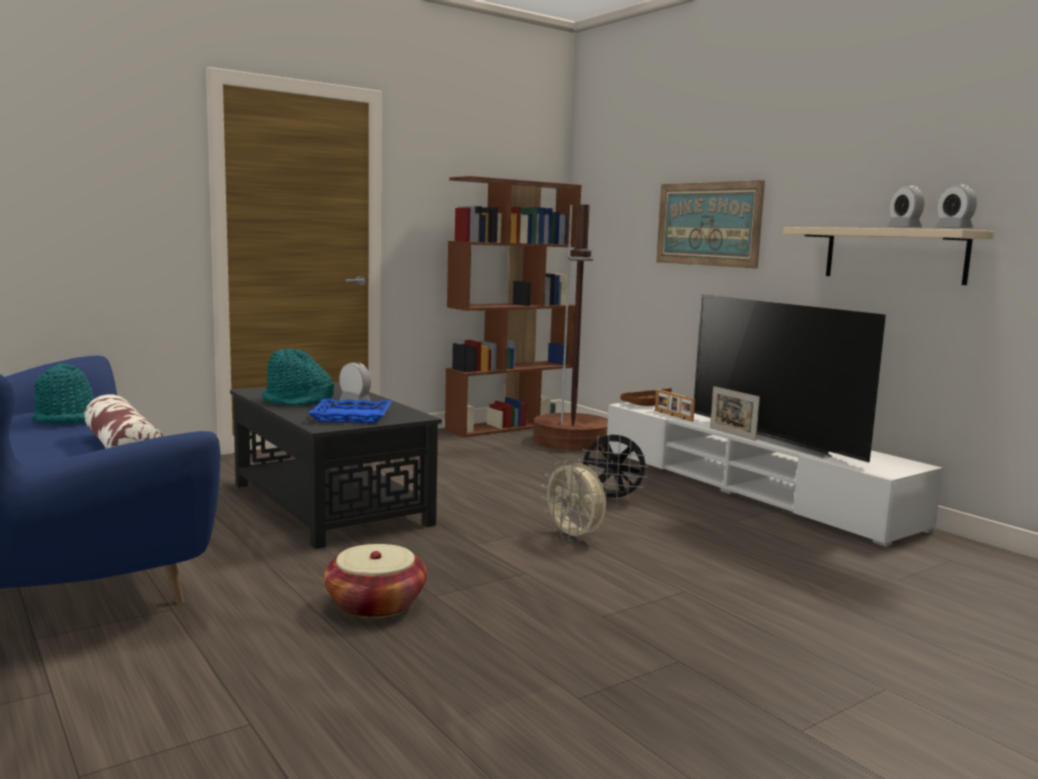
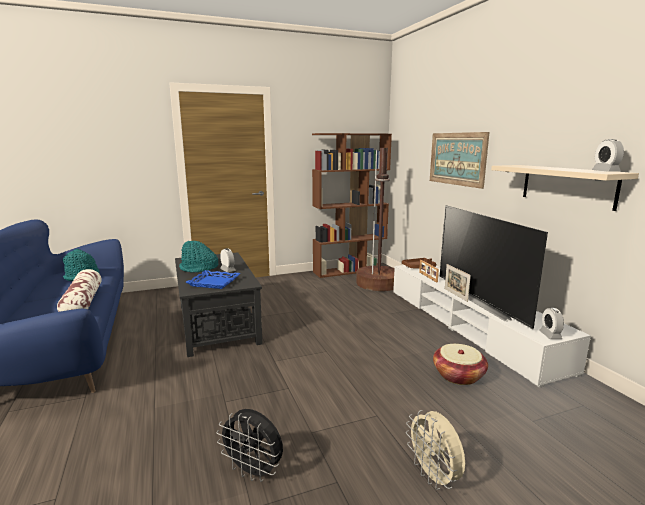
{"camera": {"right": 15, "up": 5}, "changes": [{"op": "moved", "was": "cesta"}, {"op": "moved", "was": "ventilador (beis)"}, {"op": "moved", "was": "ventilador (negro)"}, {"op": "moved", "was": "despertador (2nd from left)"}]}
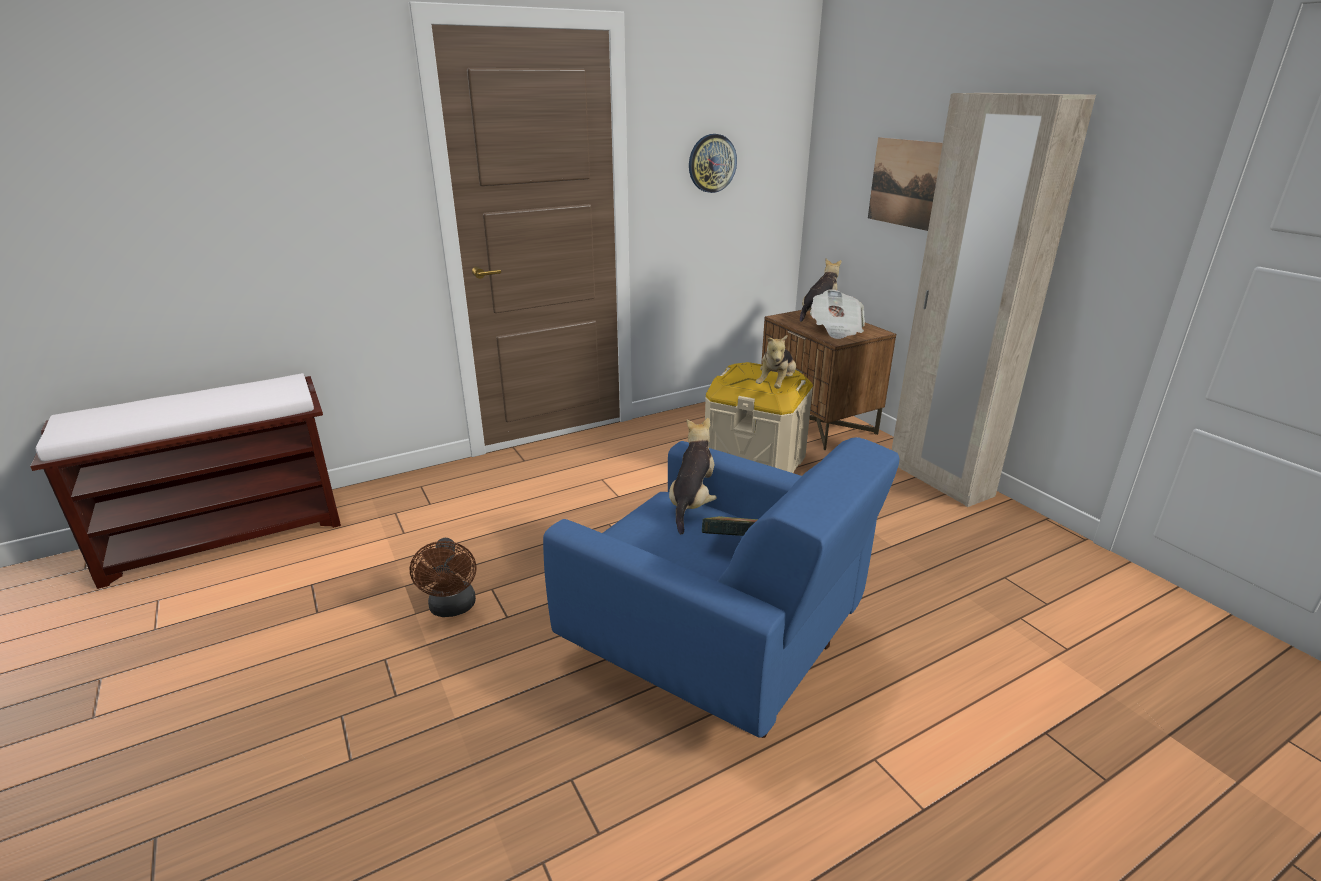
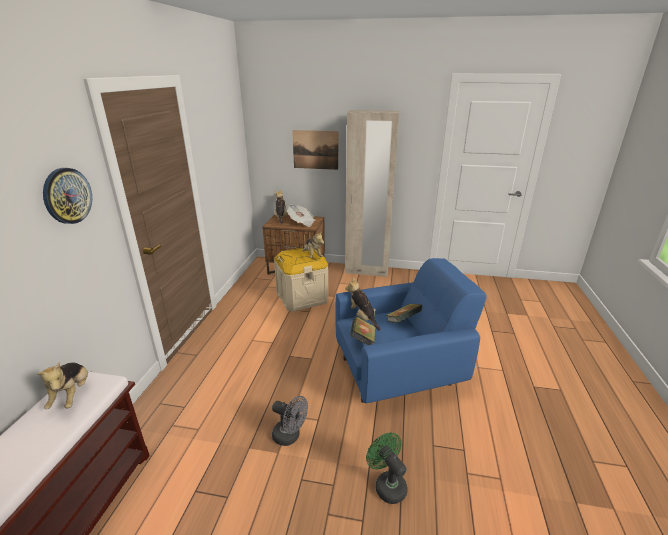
{"camera": {"right": -50, "up": 0}, "changes": [{"op": "added", "now": "peluche (1st from left)"}, {"op": "added", "now": "libro (1st from left)"}, {"op": "added", "now": "ventilador (verde)"}, {"op": "moved", "was": "reloj de pared"}, {"op": "recoloured", "was": "ventilador (marrón)", "now": "ventilador (gris)"}]}
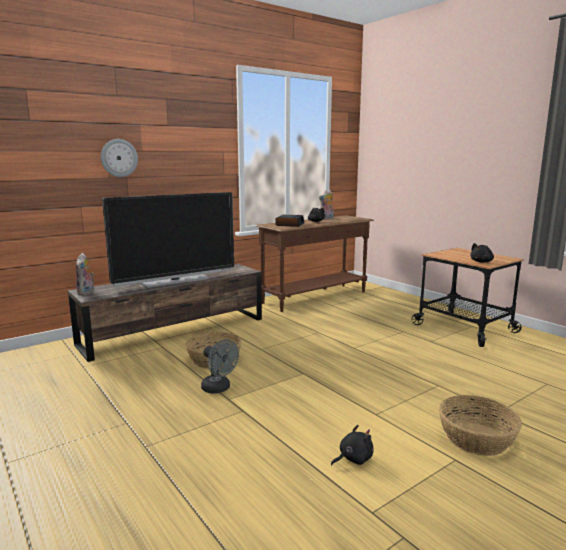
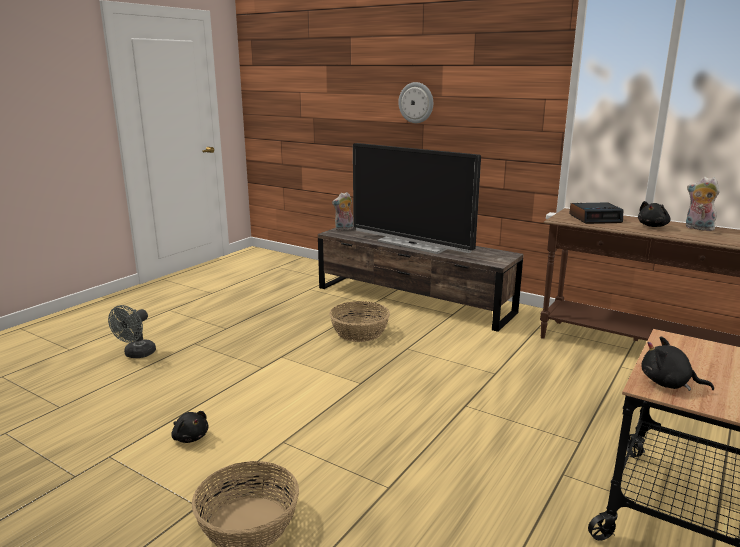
{"camera": {"right": 70, "up": 5}, "changes": [{"op": "moved", "was": "ventilador (gris)"}]}
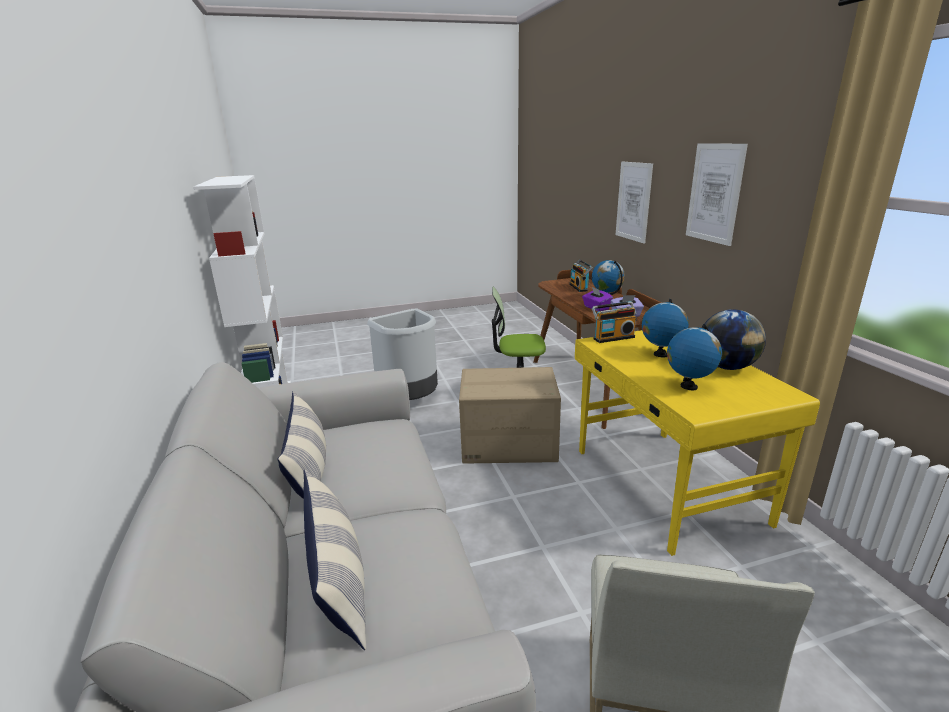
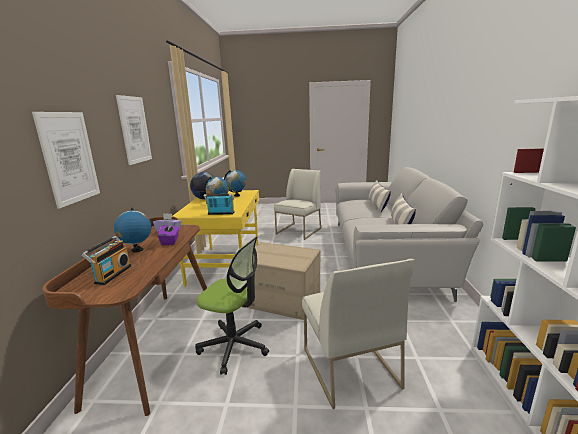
{"camera": {"right": -160, "up": -5}, "changes": [{"op": "replaced", "was": "papelera (gris)", "now": "silla (blanco) (2nd from left)"}]}
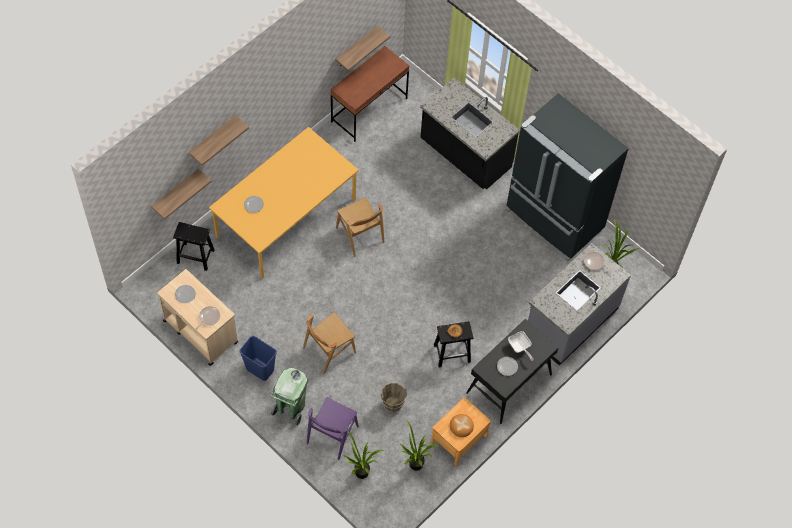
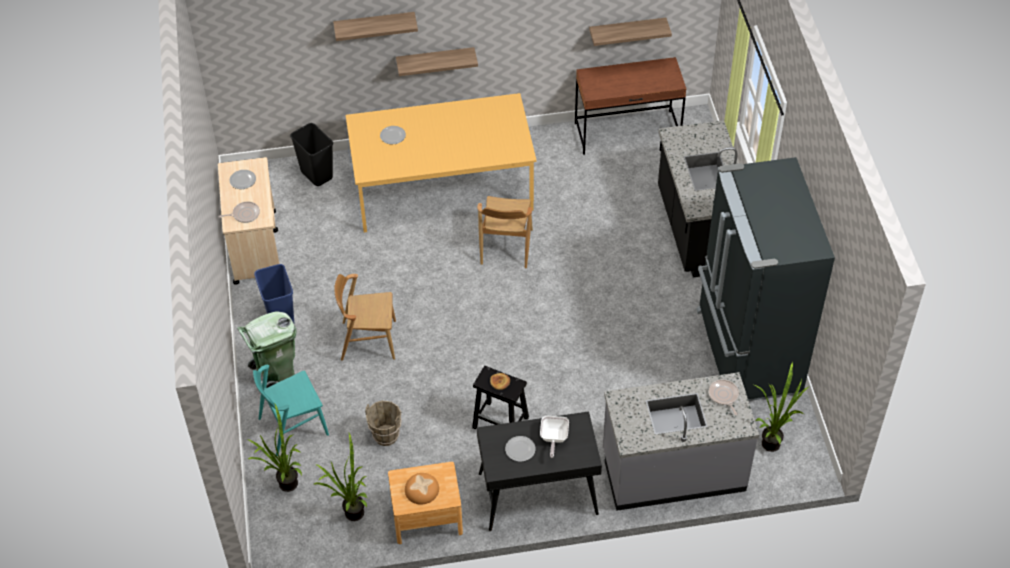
{"camera": {"right": 40, "up": -10}, "changes": [{"op": "moved", "was": "estante (1st from left in the first image)", "now": "estante (2nd from left)"}, {"op": "replaced", "was": "taburete (negro) (1st from left)", "now": "papelera (negro)"}, {"op": "recoloured", "was": "silla (morado)", "now": "silla (turquesa)"}]}
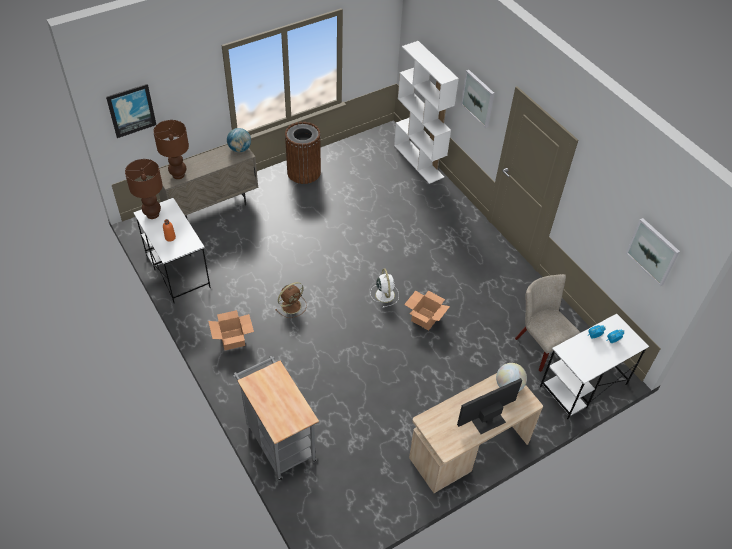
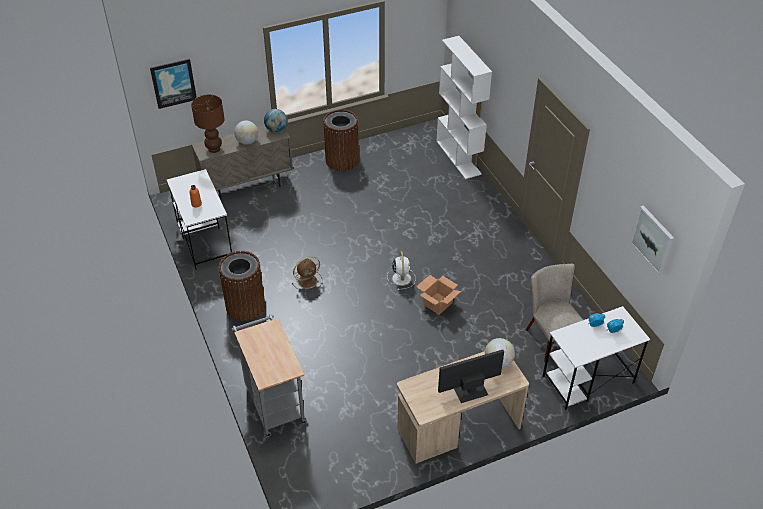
{"camera": {"right": 10, "up": -5}, "changes": [{"op": "removed", "was": "lámpara de mesa (marrón) (1st from left)"}, {"op": "removed", "was": "cuadro (2nd from left)"}, {"op": "added", "now": "globo terráqueo (1st from left)"}, {"op": "replaced", "was": "caja de cartón (1st from left)", "now": "papelera (marrón) (1st from left)"}]}
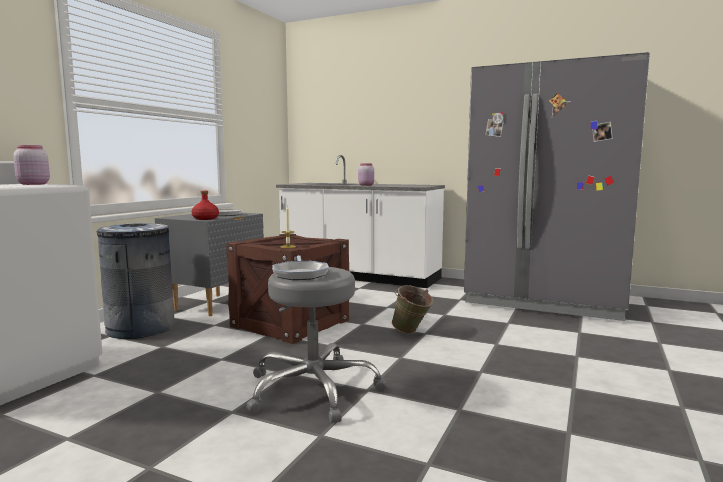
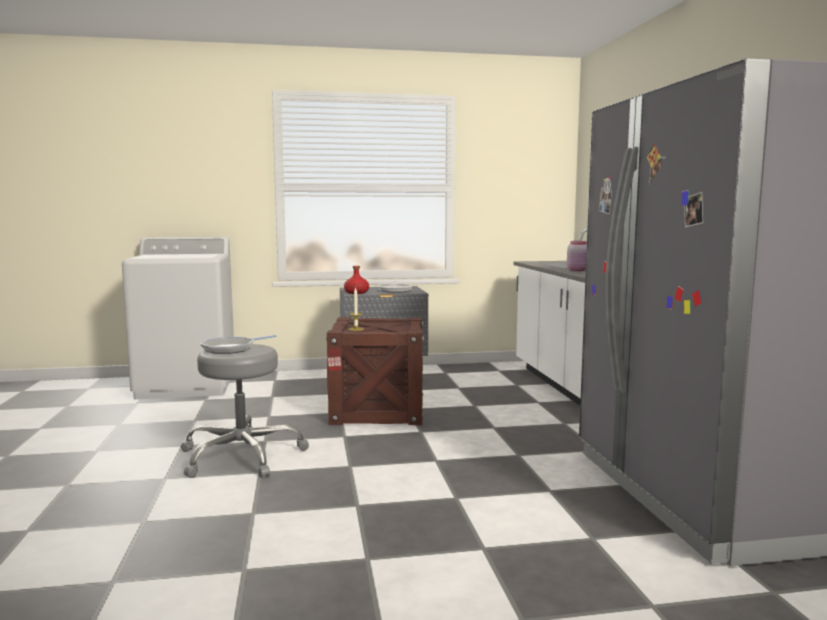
{"camera": {"right": 55, "up": 0}, "changes": [{"op": "removed", "was": "tarro (rosa) (1st from left)"}, {"op": "removed", "was": "papelera (gris)"}, {"op": "removed", "was": "cubo (verde)"}]}
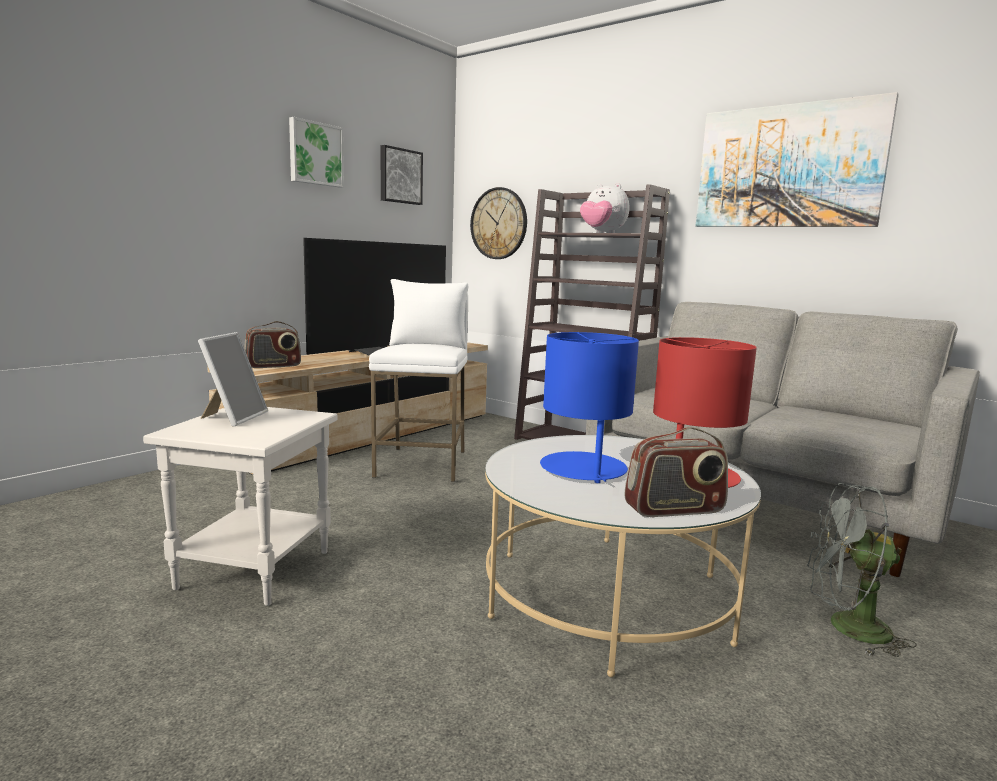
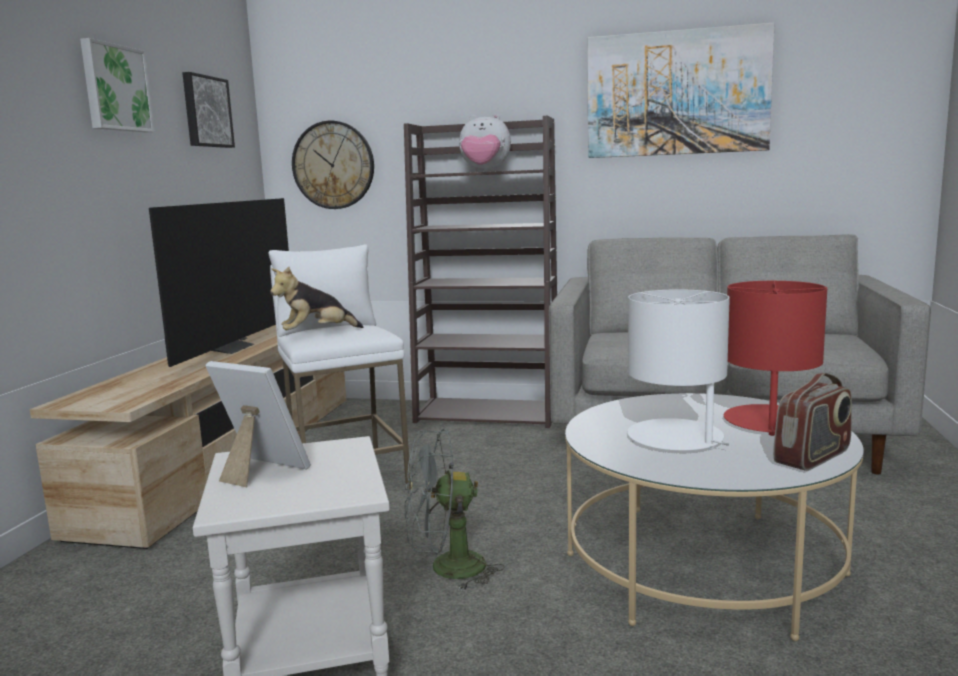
{"camera": {"right": -25, "up": 0}, "changes": [{"op": "removed", "was": "radio (1st from left)"}, {"op": "added", "now": "peluche (1st from left)"}, {"op": "moved", "was": "ventilador (gris)"}, {"op": "recoloured", "was": "lámpara de mesa (azul)", "now": "lámpara de mesa (blanco)"}, {"op": "turned", "was": "portarretratos", "clockwise": -45}]}
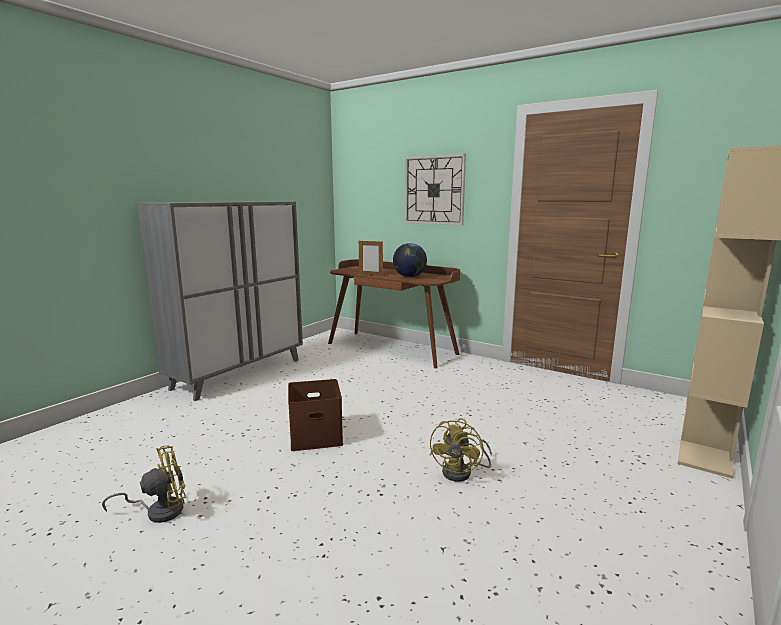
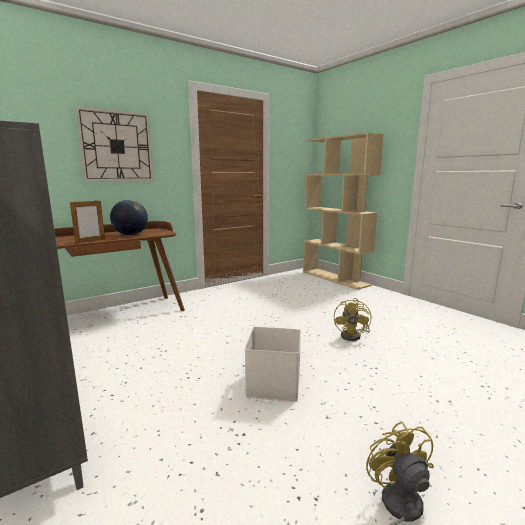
{"camera": {"right": -70, "up": 0}, "changes": [{"op": "recoloured", "was": "caja de almacenaje (marrón)", "now": "caja de almacenaje (blanco)"}, {"op": "turned", "was": "ventilador (amarillo) (2nd from left in the first image)", "clockwise": 60}]}
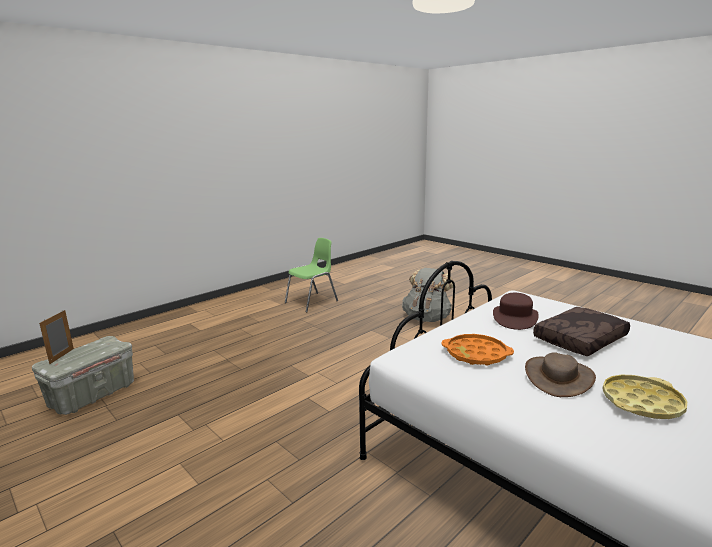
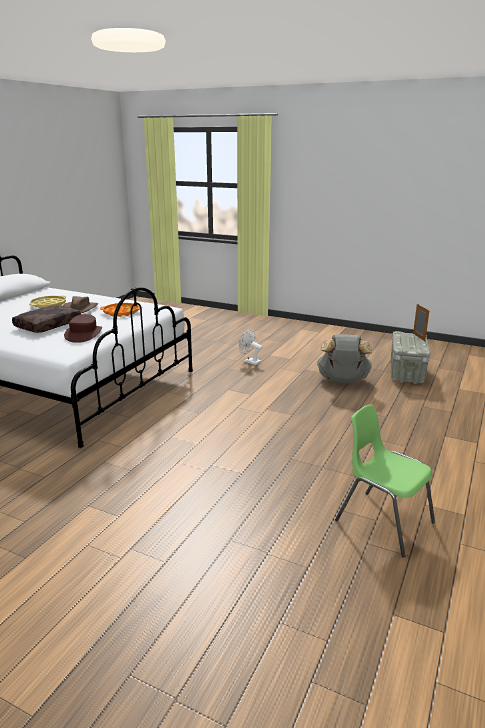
{"camera": {"right": 160, "up": 5}, "changes": [{"op": "added", "now": "ventilador (blanco)"}, {"op": "moved", "was": "mochila (gris)"}, {"op": "turned", "was": "silla (verde)", "clockwise": 105}]}
